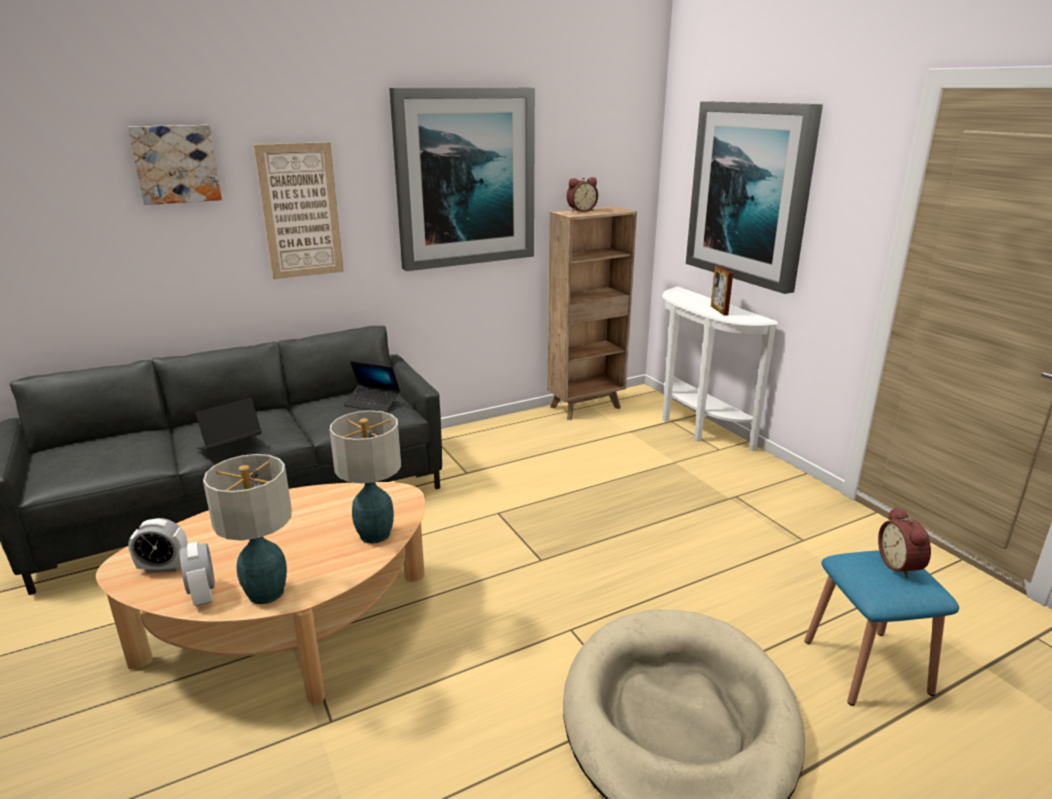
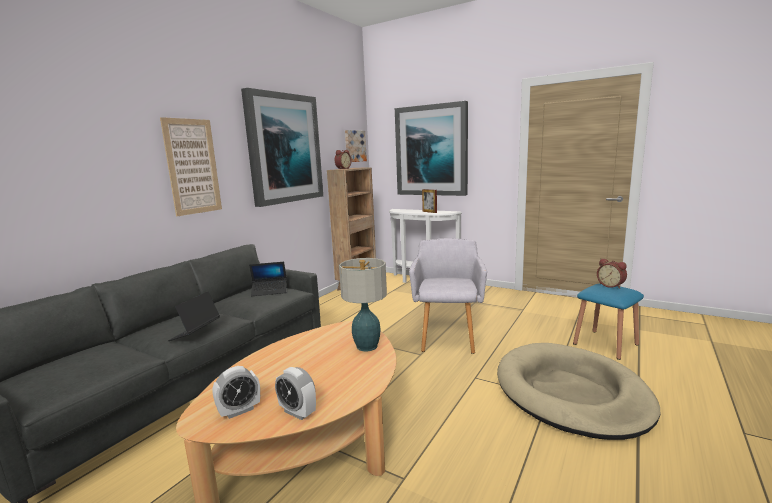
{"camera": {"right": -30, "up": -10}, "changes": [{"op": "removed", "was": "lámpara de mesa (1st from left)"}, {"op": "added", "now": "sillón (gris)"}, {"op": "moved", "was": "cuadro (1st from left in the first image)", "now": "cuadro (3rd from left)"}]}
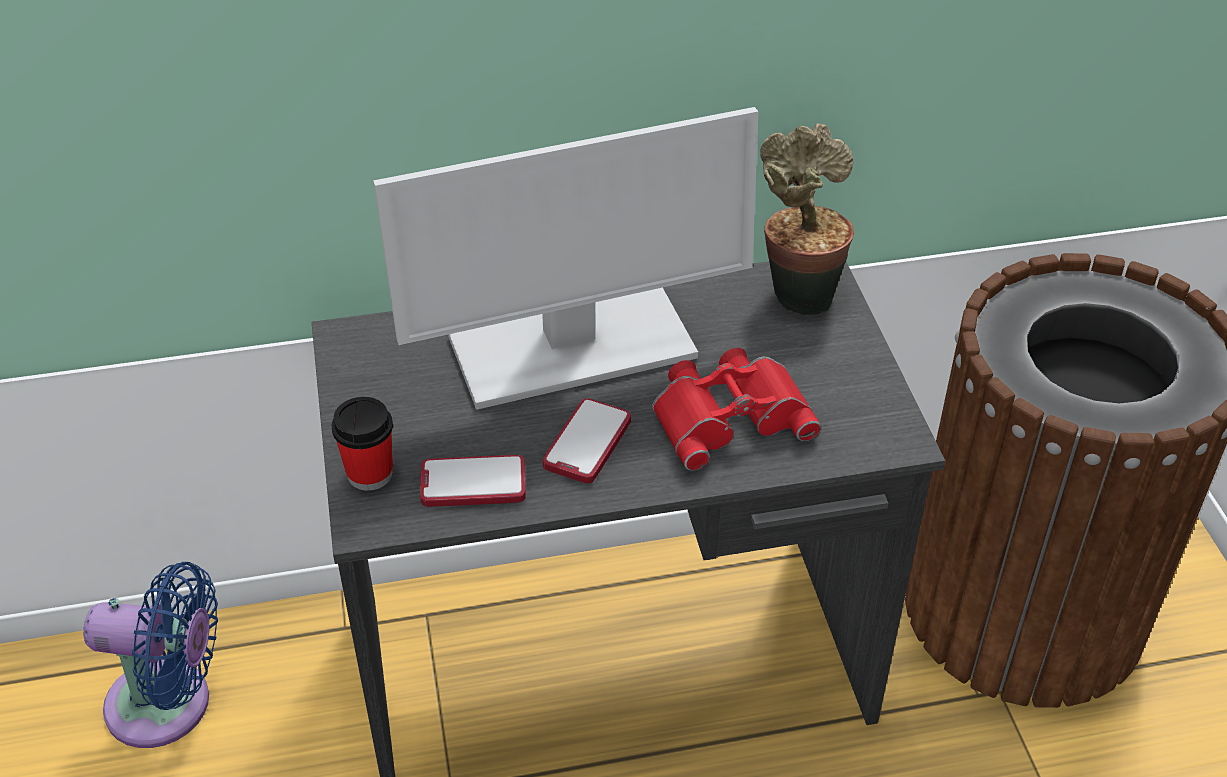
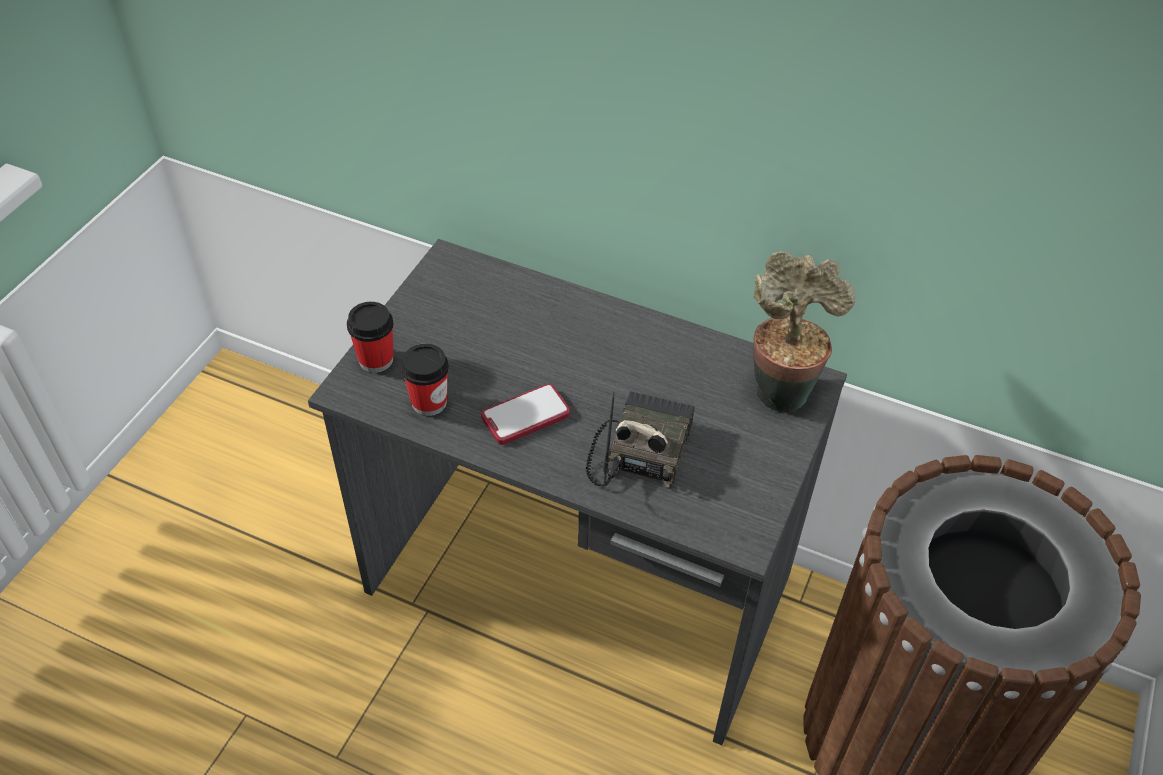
{"camera": {"right": 35, "up": 5}, "changes": [{"op": "removed", "was": "ventilador (azul)"}, {"op": "removed", "was": "monitor"}, {"op": "replaced", "was": "móvil (1st from left)", "now": "taza (2nd from left)"}, {"op": "replaced", "was": "prismáticos (rojo)", "now": "radio"}]}
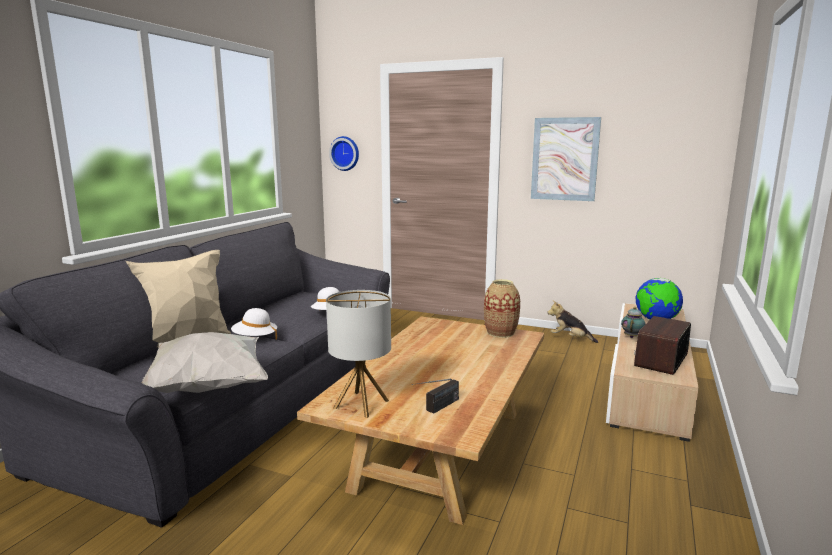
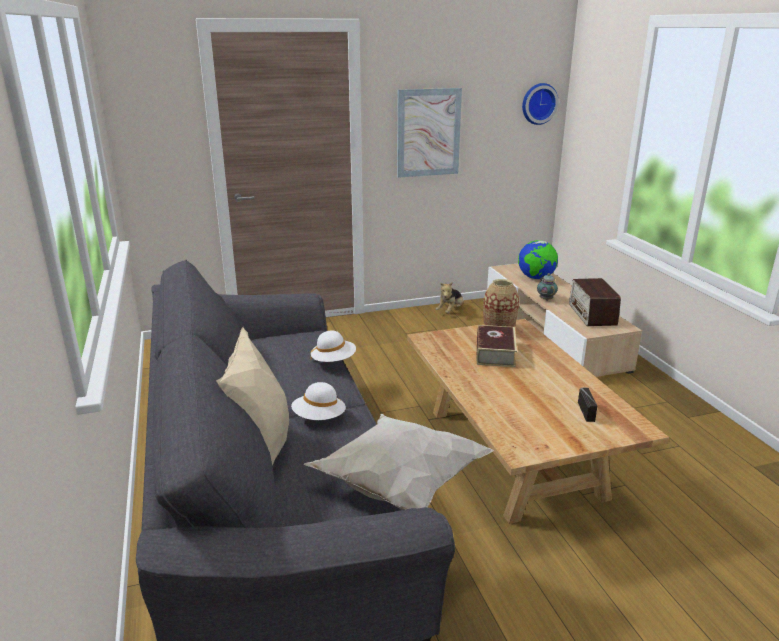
{"camera": {"right": -40, "up": 10}, "changes": [{"op": "removed", "was": "lámpara de mesa"}, {"op": "added", "now": "libro"}, {"op": "moved", "was": "reloj de pared"}, {"op": "turned", "was": "peluche", "clockwise": -45}]}
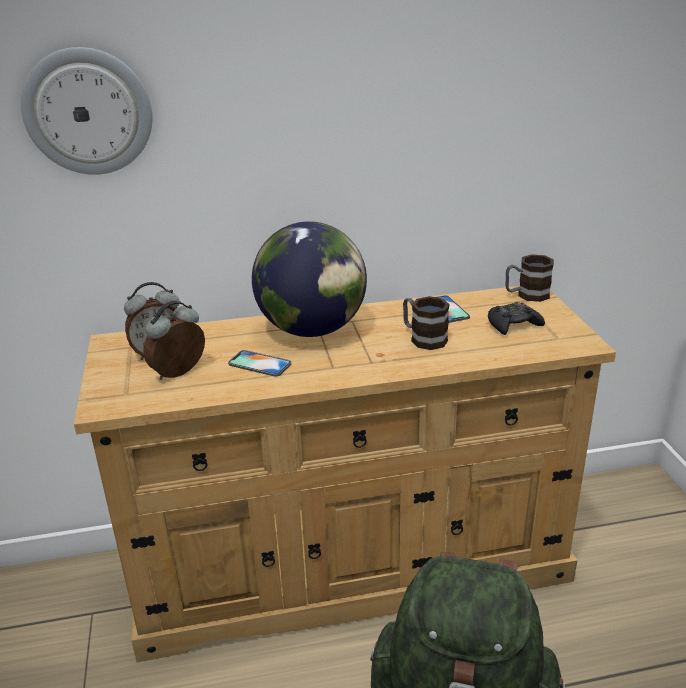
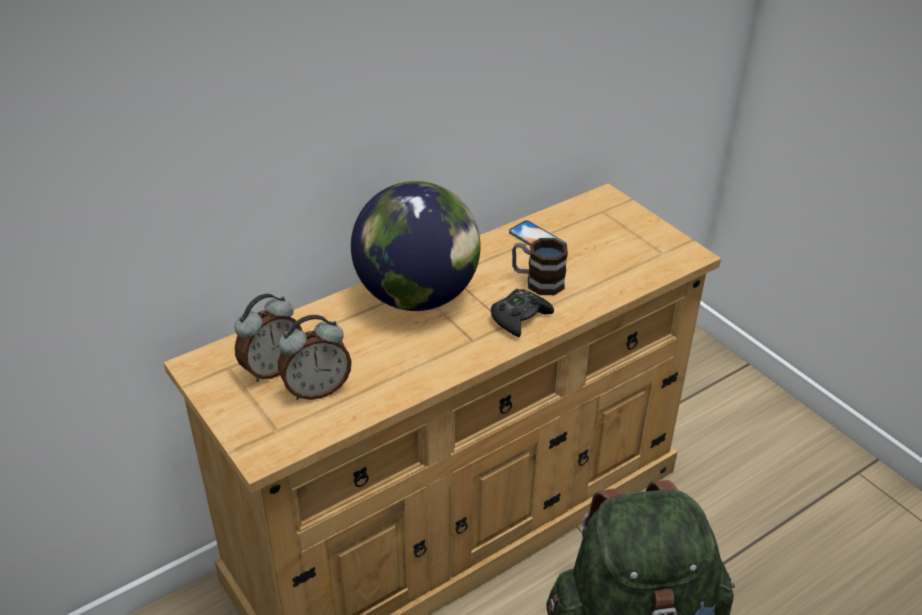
{"camera": {"right": -25, "up": 10}, "changes": [{"op": "removed", "was": "reloj de pared"}, {"op": "removed", "was": "móvil (1st from left)"}, {"op": "removed", "was": "taza grande (2nd from left)"}, {"op": "moved", "was": "mando de consola (negro)"}, {"op": "turned", "was": "despertador (2nd from left)", "clockwise": -135}]}
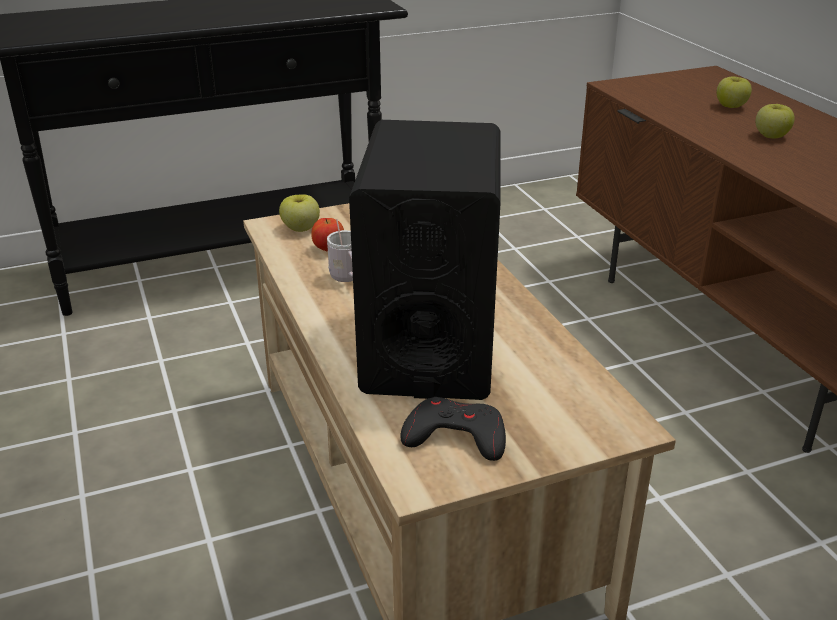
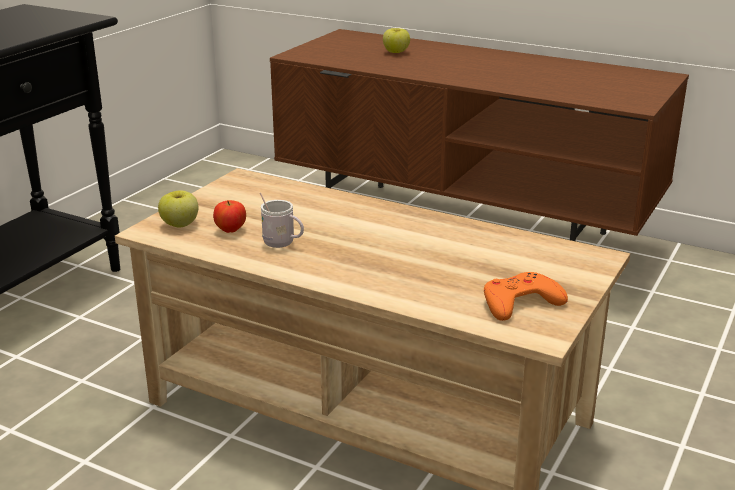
{"camera": {"right": -40, "up": -5}, "changes": [{"op": "removed", "was": "altavoz (negro)"}, {"op": "removed", "was": "manzana (4th from left)"}, {"op": "recoloured", "was": "mando de consola (negro)", "now": "mando de consola (naranja)"}]}
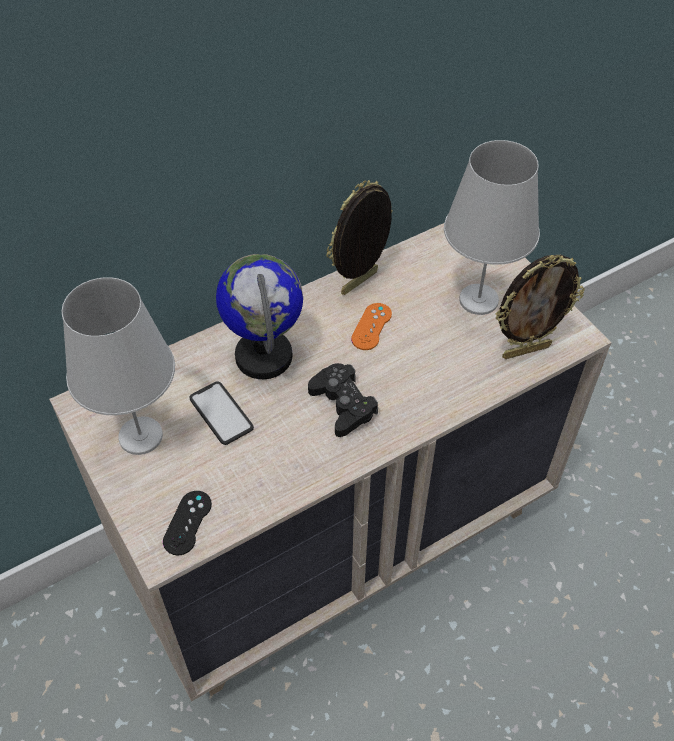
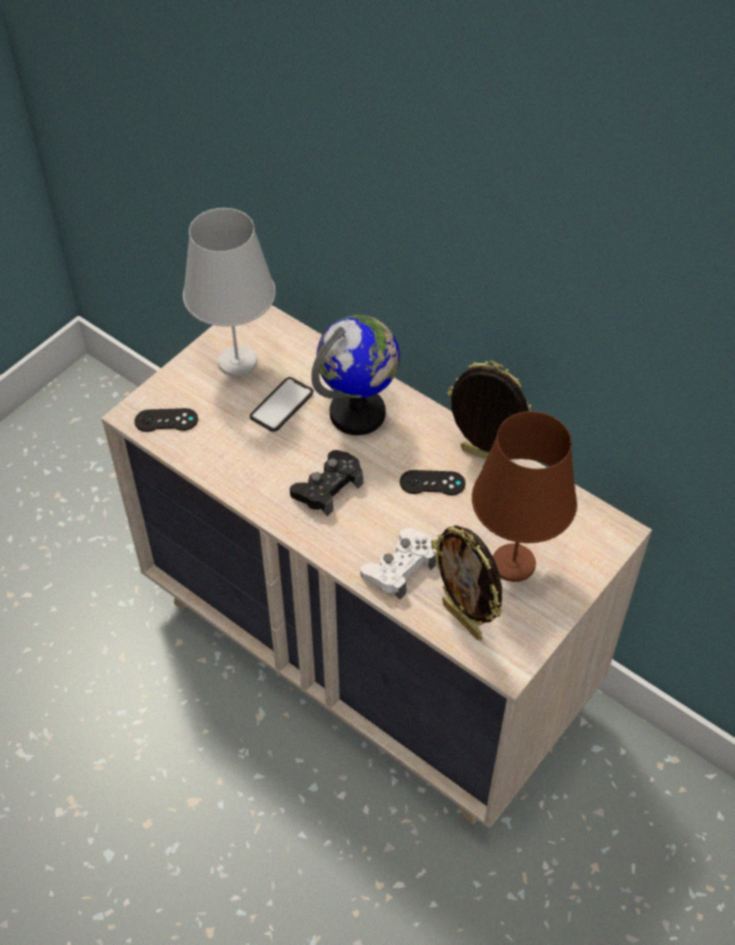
{"camera": {"right": 70, "up": 0}, "changes": [{"op": "added", "now": "mando de consola (blanco)"}, {"op": "recoloured", "was": "mando de consola (naranja)", "now": "mando de consola (negro) (3rd from left)"}, {"op": "recoloured", "was": "lámpara de mesa (blanco) (2nd from left)", "now": "lámpara de mesa (marrón)"}]}
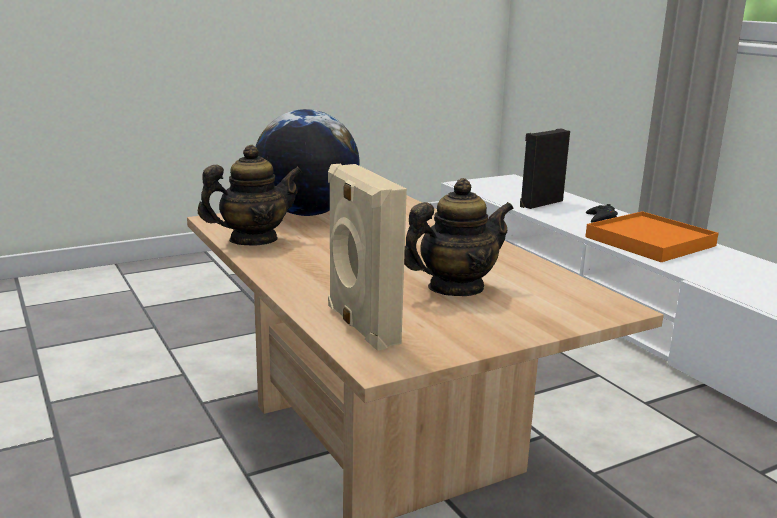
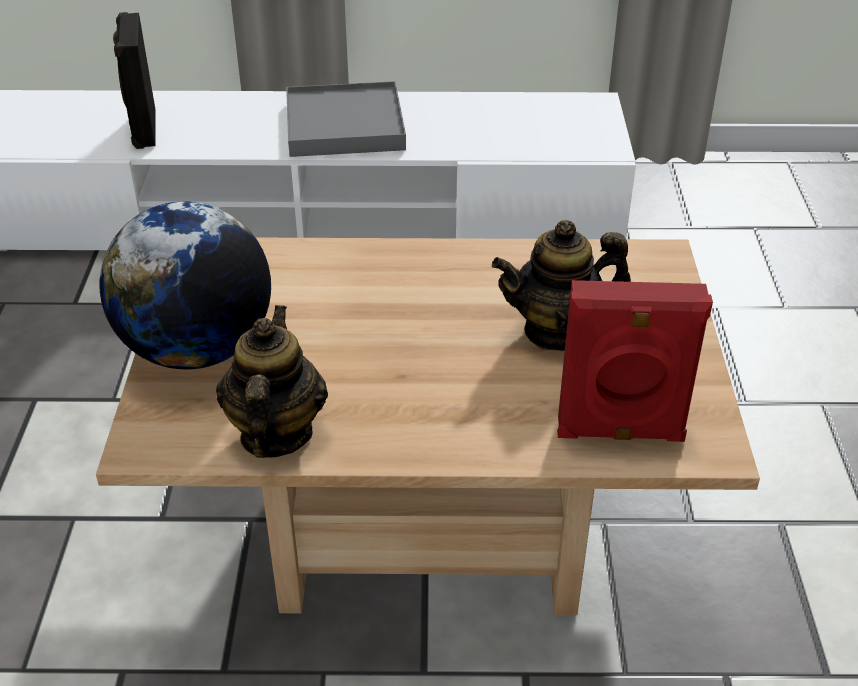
{"camera": {"right": -60, "up": 20}, "changes": [{"op": "removed", "was": "mando de consola (negro)"}, {"op": "recoloured", "was": "altavoz (beis)", "now": "altavoz (rojo)"}, {"op": "recoloured", "was": "bandeja (naranja)", "now": "bandeja (gris)"}, {"op": "turned", "was": "tetera (2nd from left)", "clockwise": -105}]}
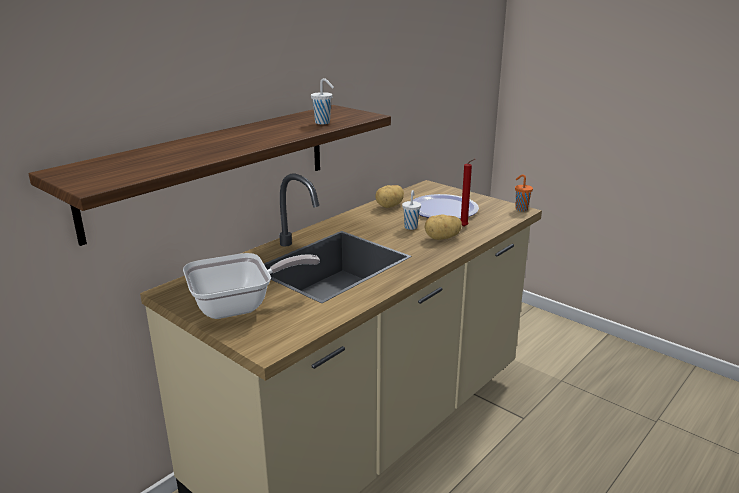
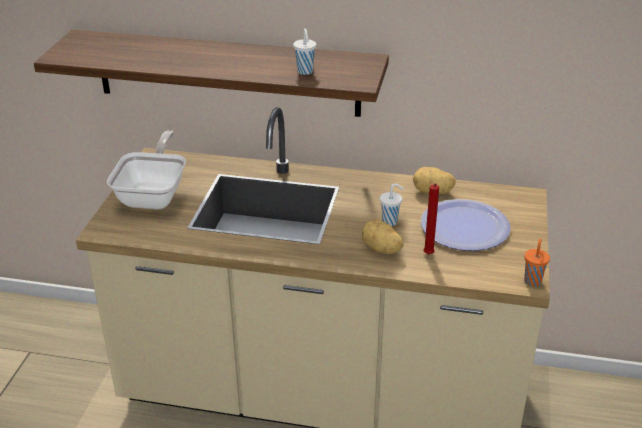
{"camera": {"right": 60, "up": 10}, "changes": [{"op": "turned", "was": "sartén", "clockwise": -120}]}
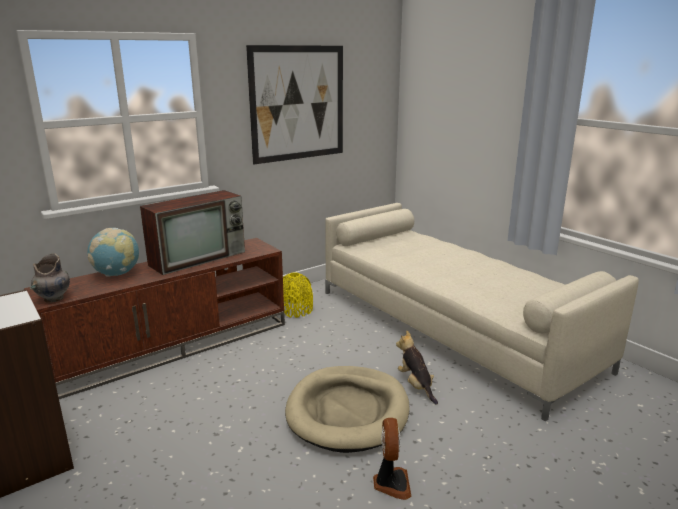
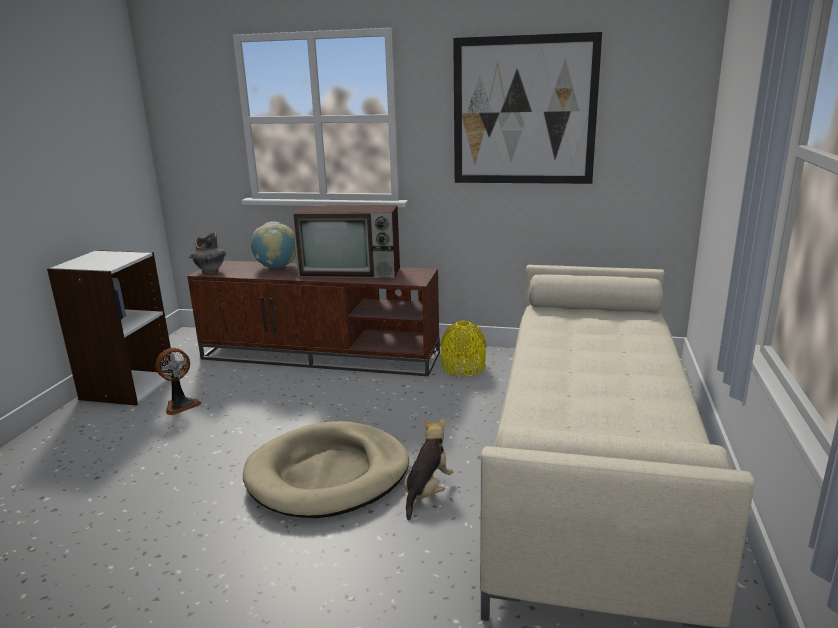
{"camera": {"right": 50, "up": 0}, "changes": [{"op": "moved", "was": "ventilador"}]}
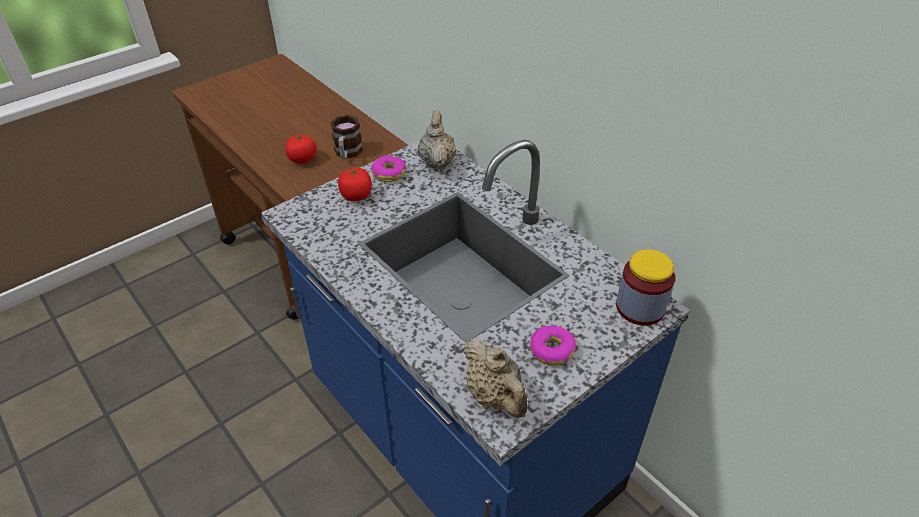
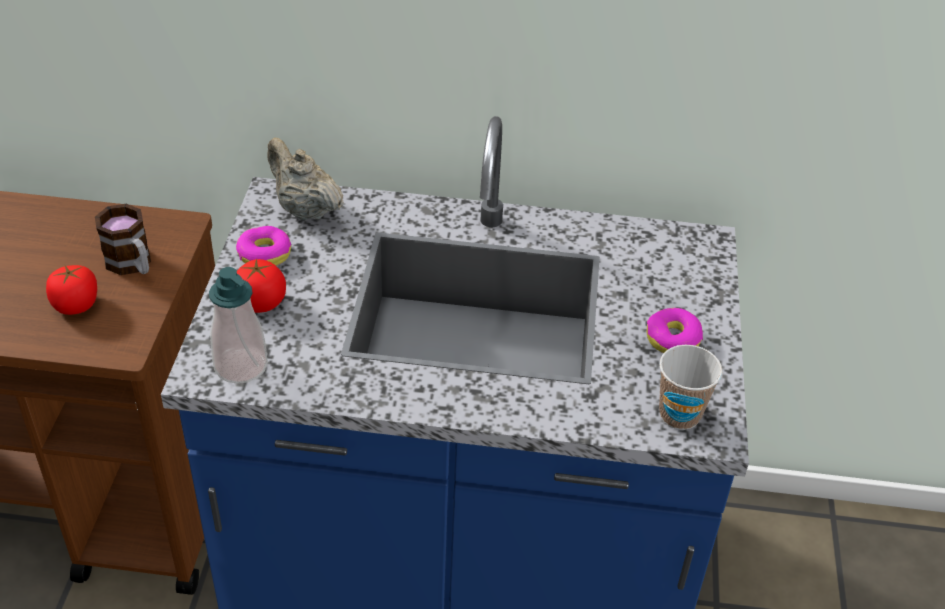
{"camera": {"right": -45, "up": 0}, "changes": [{"op": "removed", "was": "tarro"}, {"op": "added", "now": "dispensador de jabón"}, {"op": "replaced", "was": "tetera (beis) (2nd from left)", "now": "taza"}]}
